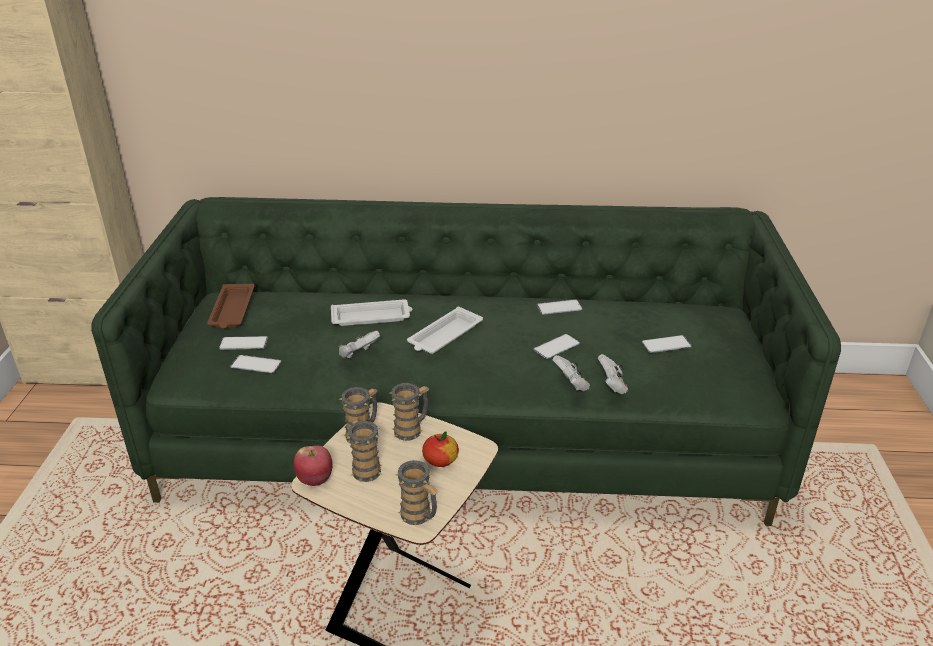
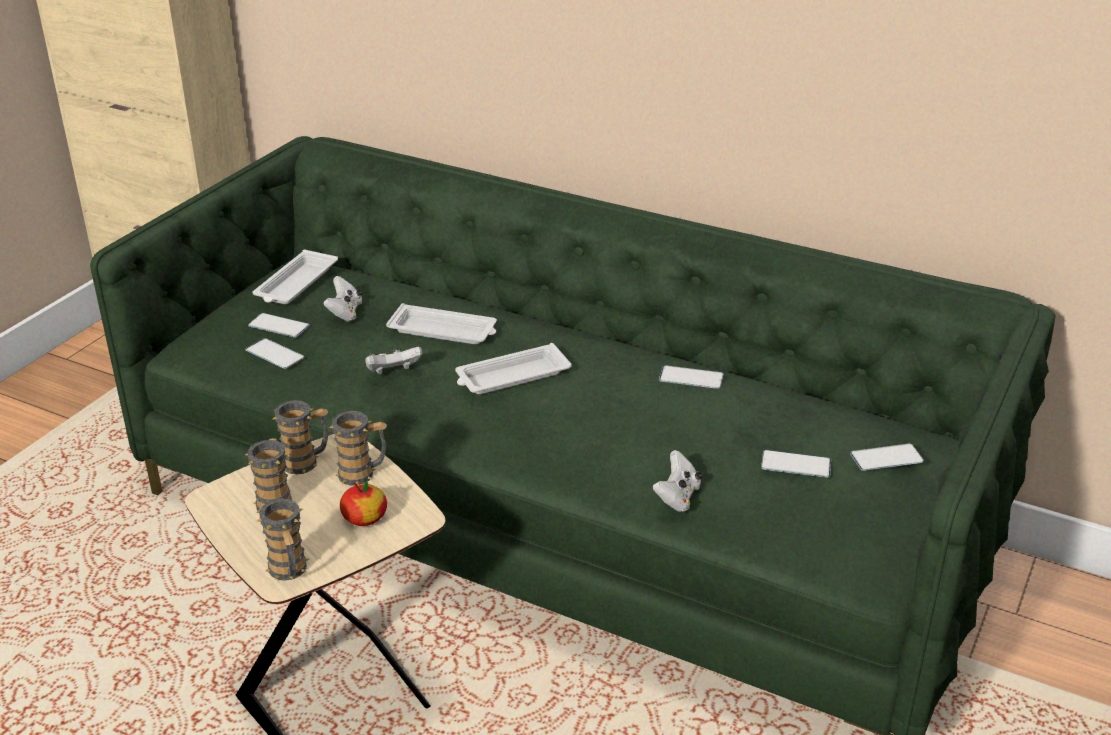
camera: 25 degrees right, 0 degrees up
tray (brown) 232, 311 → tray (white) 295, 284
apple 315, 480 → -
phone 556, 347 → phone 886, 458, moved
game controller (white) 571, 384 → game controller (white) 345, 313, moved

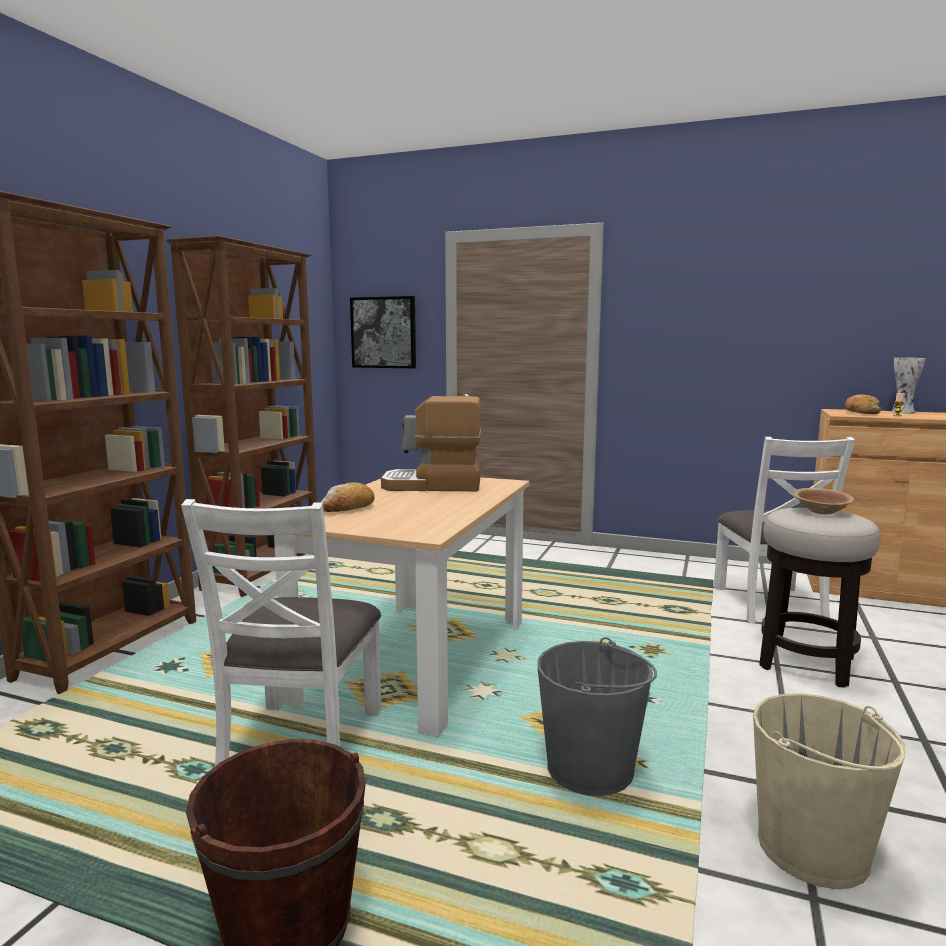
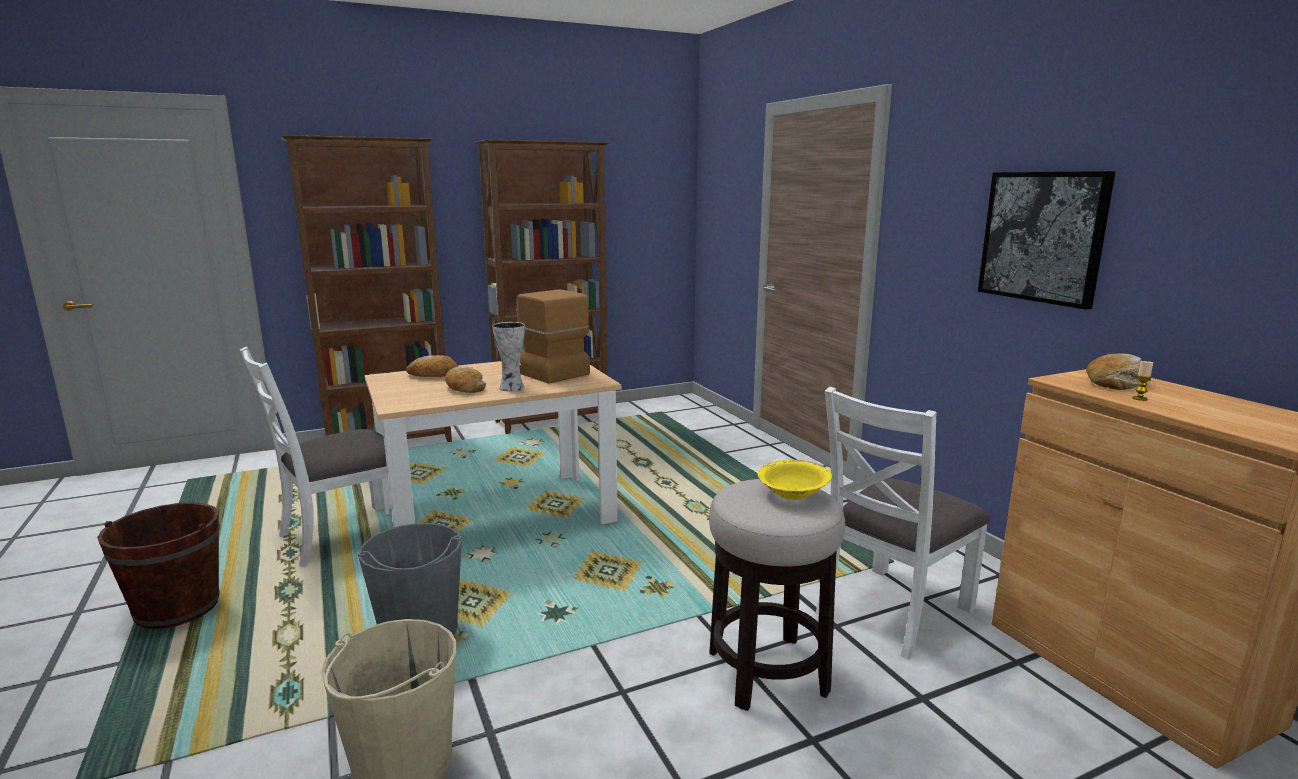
camera: 45 degrees right, 5 degrees up
picture 384, 332 → picture 1043, 237, moved
bowl (brown) 821, 511 → bowl (yellow) 793, 494
vase 904, 412 → vase 511, 388, moved
- → bread 464, 388

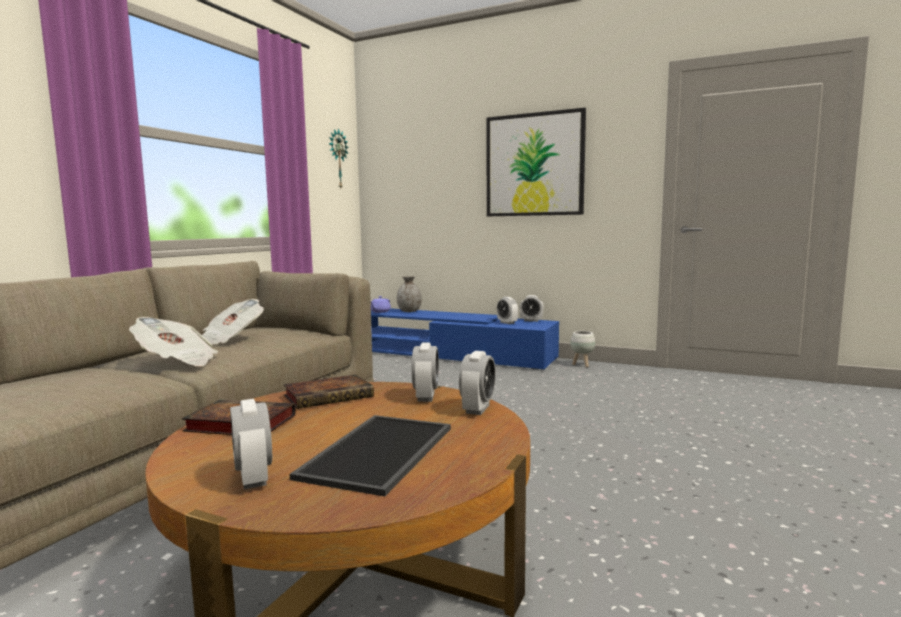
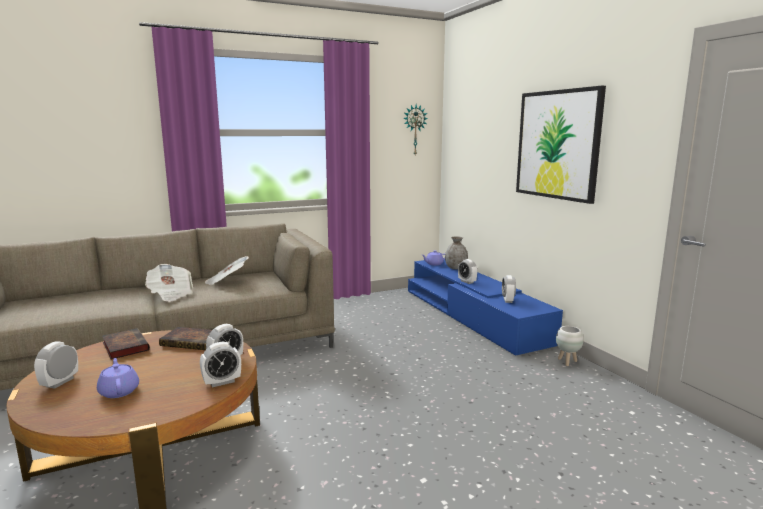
camera: 40 degrees right, 5 degrees up
tray 380, 453 → teapot (purple) 119, 391
alarm clock 531, 320 → alarm clock 467, 282, moved

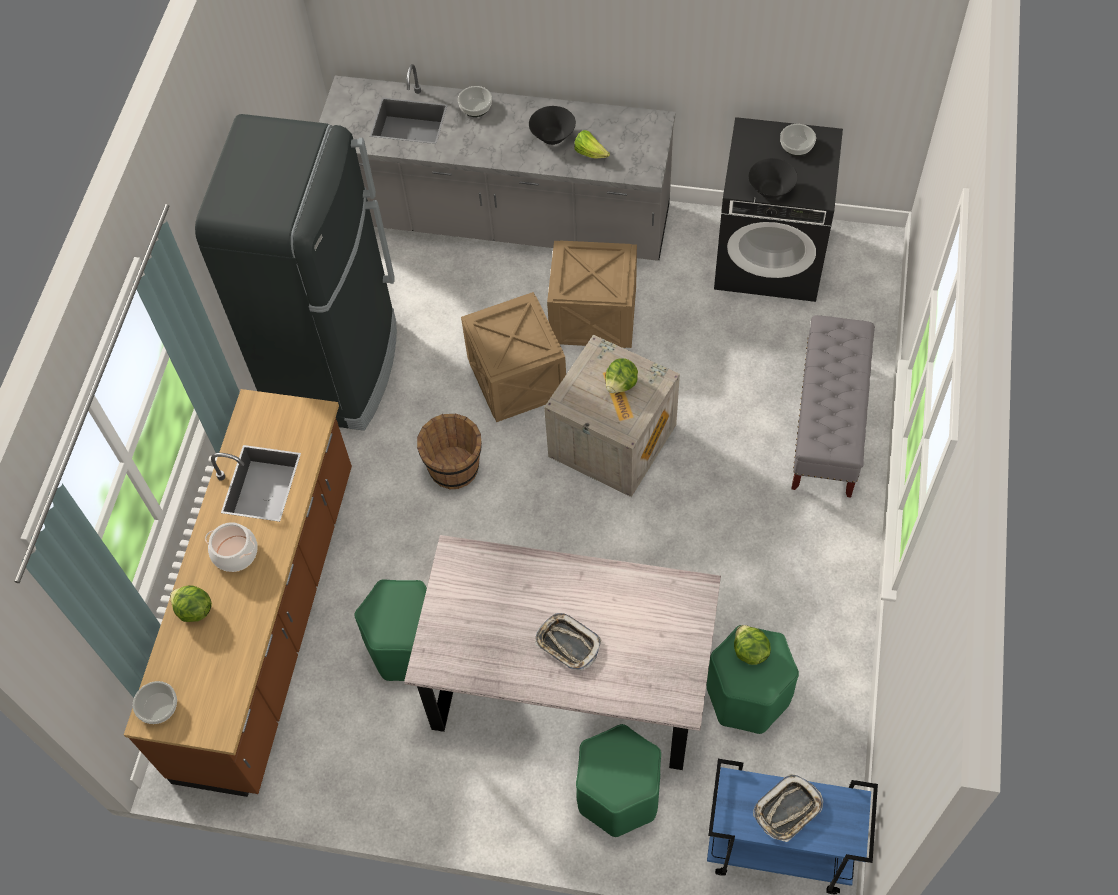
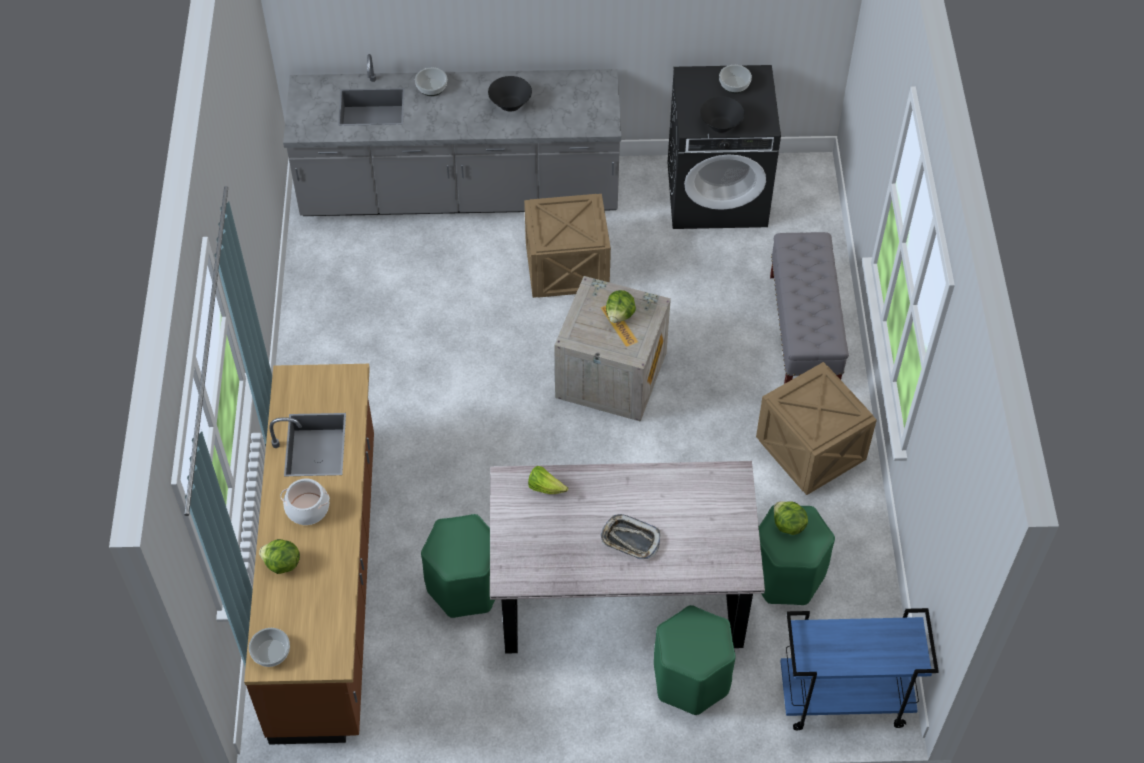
camera: 15 degrees left, 5 degrees down
fridge (black) 336, 368 → -
bucket (brown) 454, 469 → -
crate 516, 377 → crate 809, 448, moved
lettuce 590, 153 → lettuce 545, 487, moved
tray 788, 810 → -

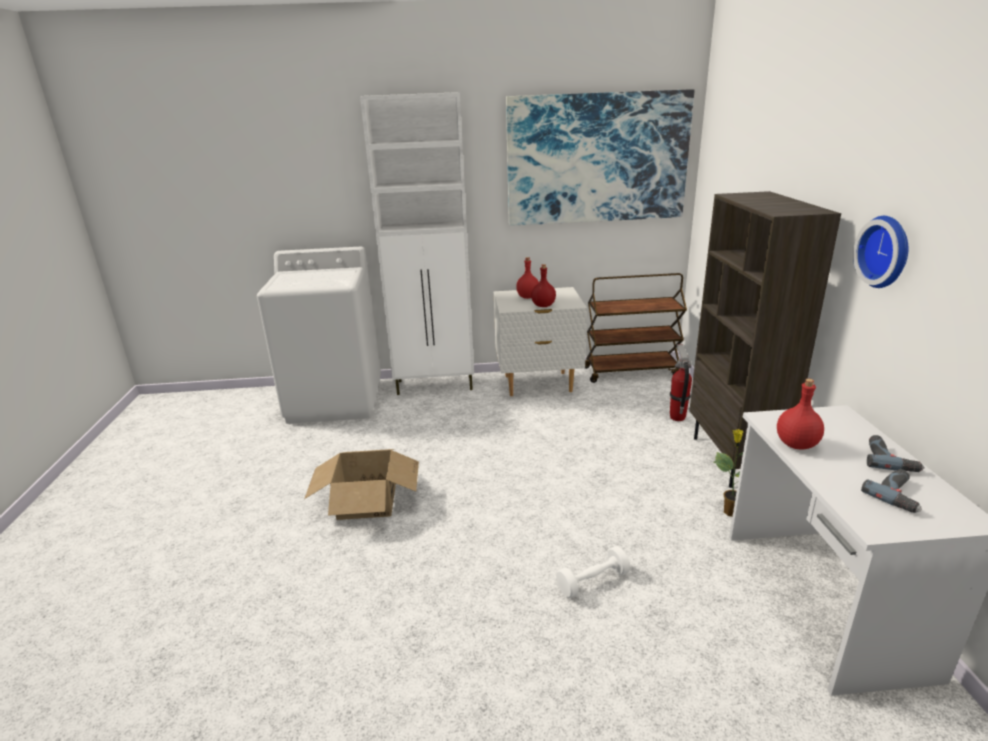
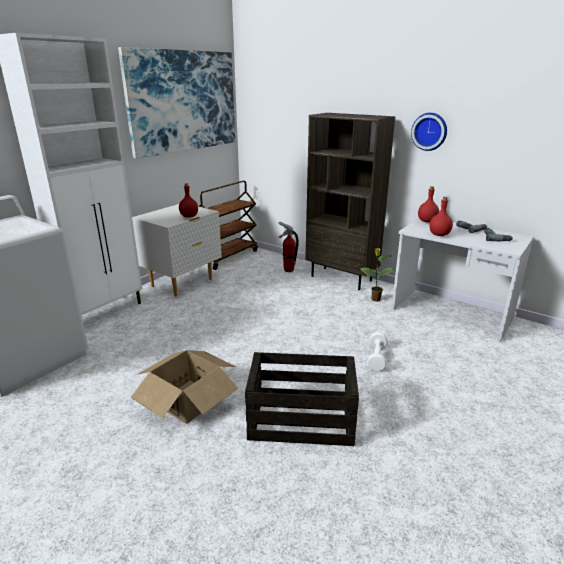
camera: 50 degrees left, 0 degrees up
bottle (red) 527, 297 → bottle (red) 427, 221, moved
- → crate 302, 420

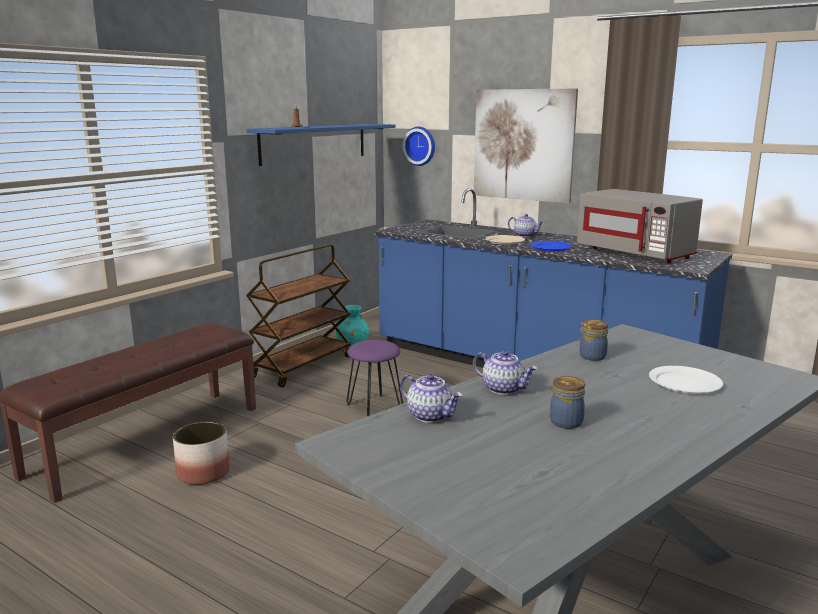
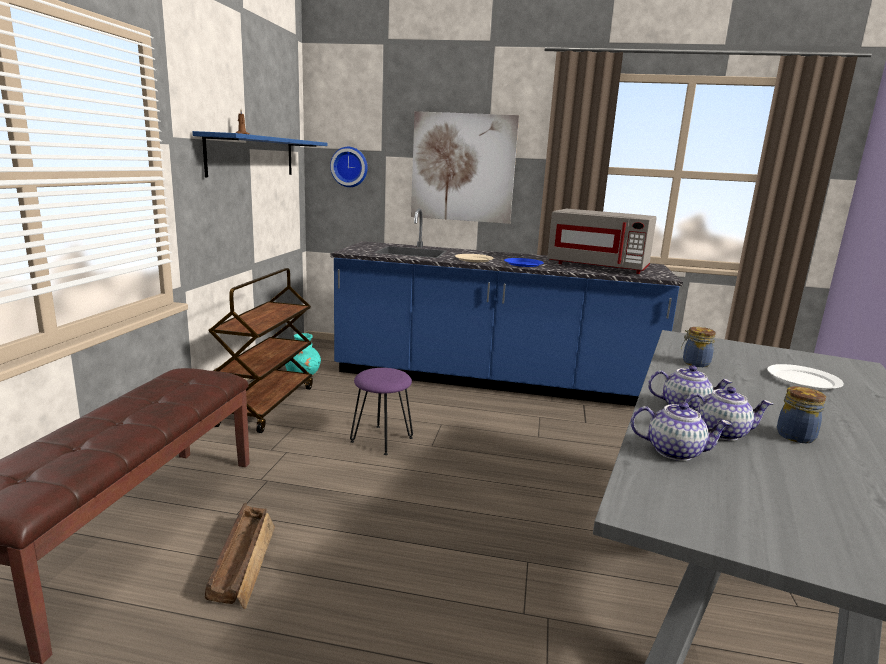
camera: 25 degrees left, 0 degrees up
planter 203, 473 → crate 244, 561
teapot 525, 235 → teapot 721, 432, moved

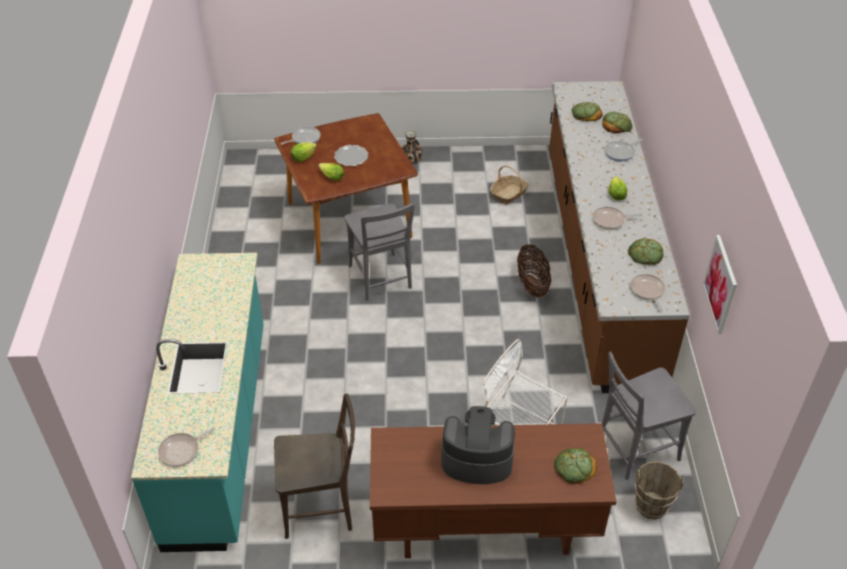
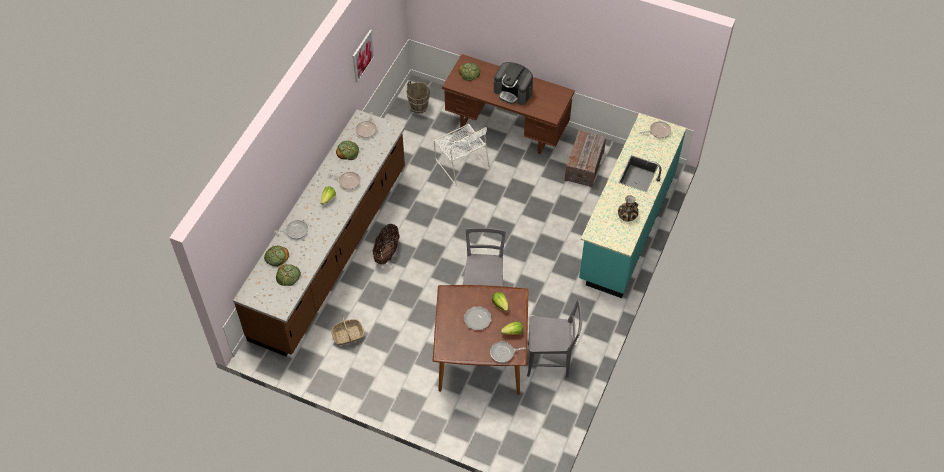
camera: 155 degrees left, 10 degrees up
chair (brown) 322, 508 → crate 584, 165
vase 411, 158 → vase 627, 215, moved
chair (grey) 634, 449 → chair (grey) 551, 361, moved

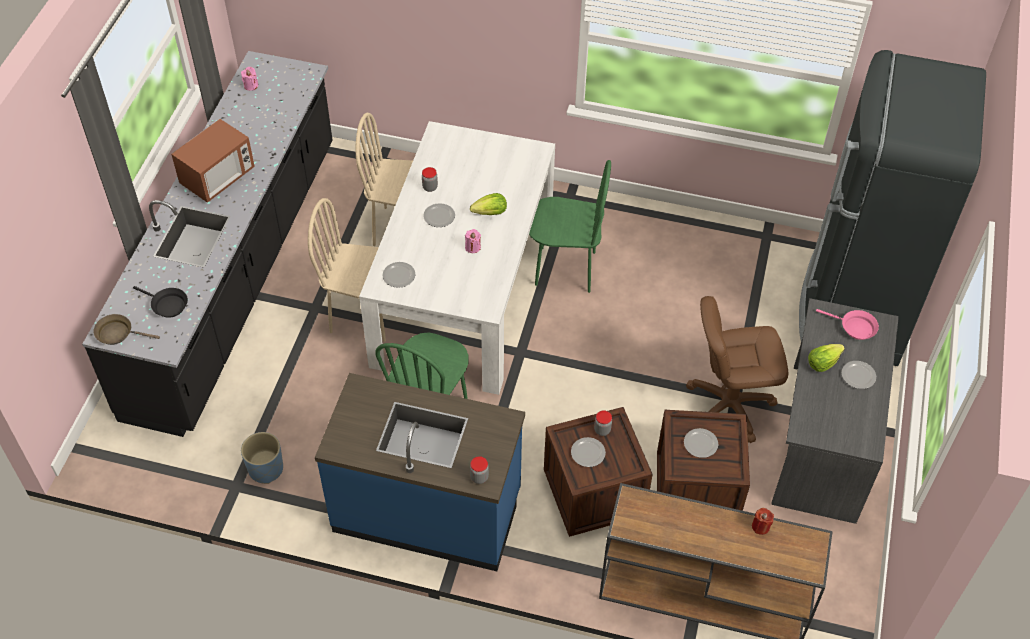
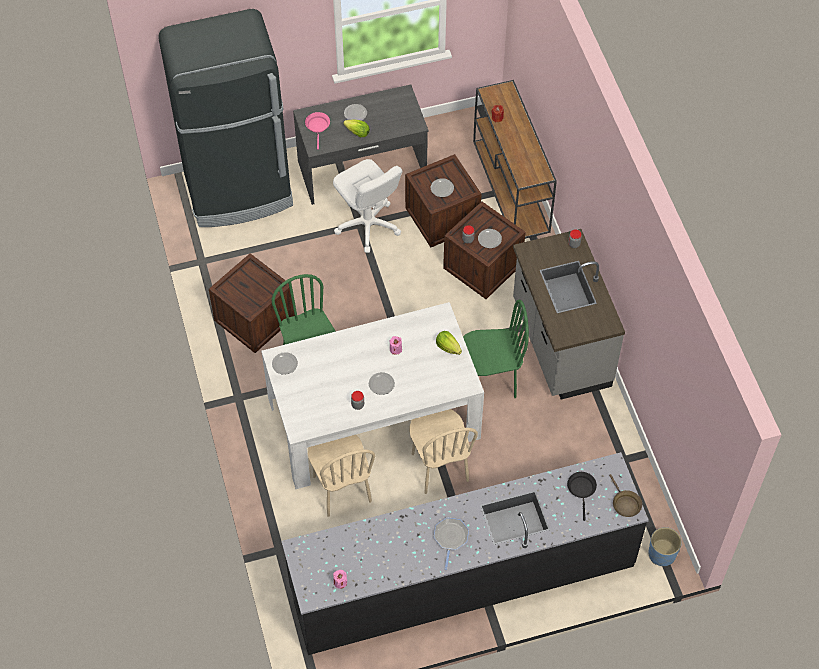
camera: 120 degrees left, 5 degrees up
microwave 218, 178 → frying pan 450, 538
planter (blue) 266, 469 → planter (blue) 662, 554, moved
counter (blue) 427, 510 → counter (grey) 559, 344
plate 399, 276 → plate 285, 363, moved
lettuce 490, 213 → lettuce 448, 347, moved
office chair (brown) 729, 405 → office chair (white) 367, 225
- → crate 255, 318

